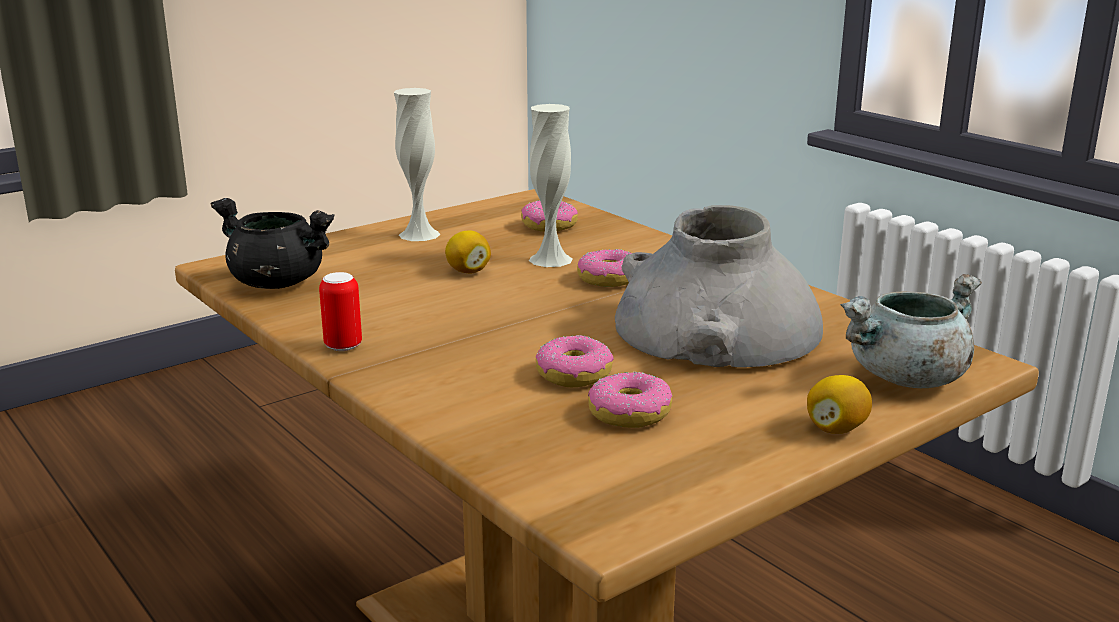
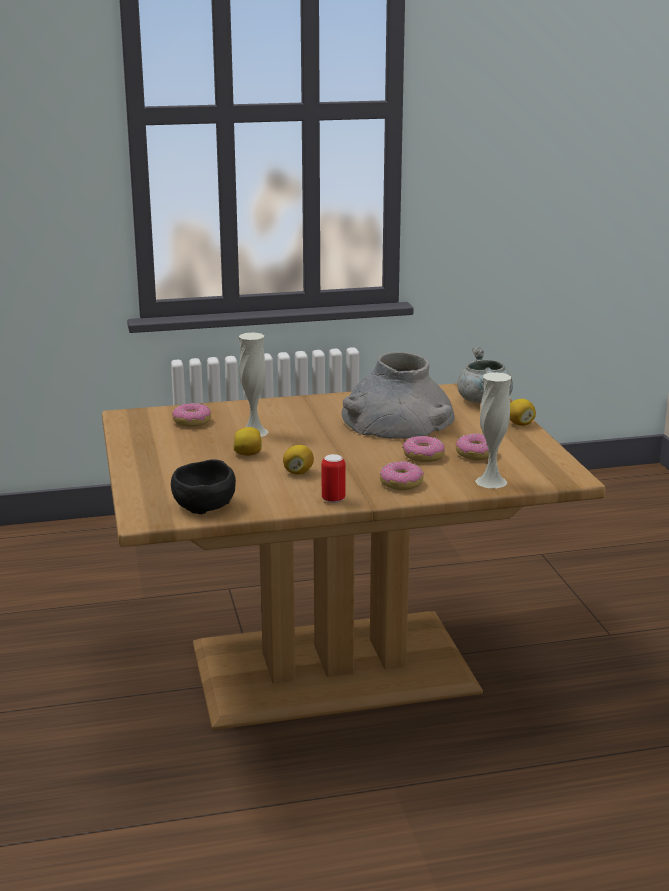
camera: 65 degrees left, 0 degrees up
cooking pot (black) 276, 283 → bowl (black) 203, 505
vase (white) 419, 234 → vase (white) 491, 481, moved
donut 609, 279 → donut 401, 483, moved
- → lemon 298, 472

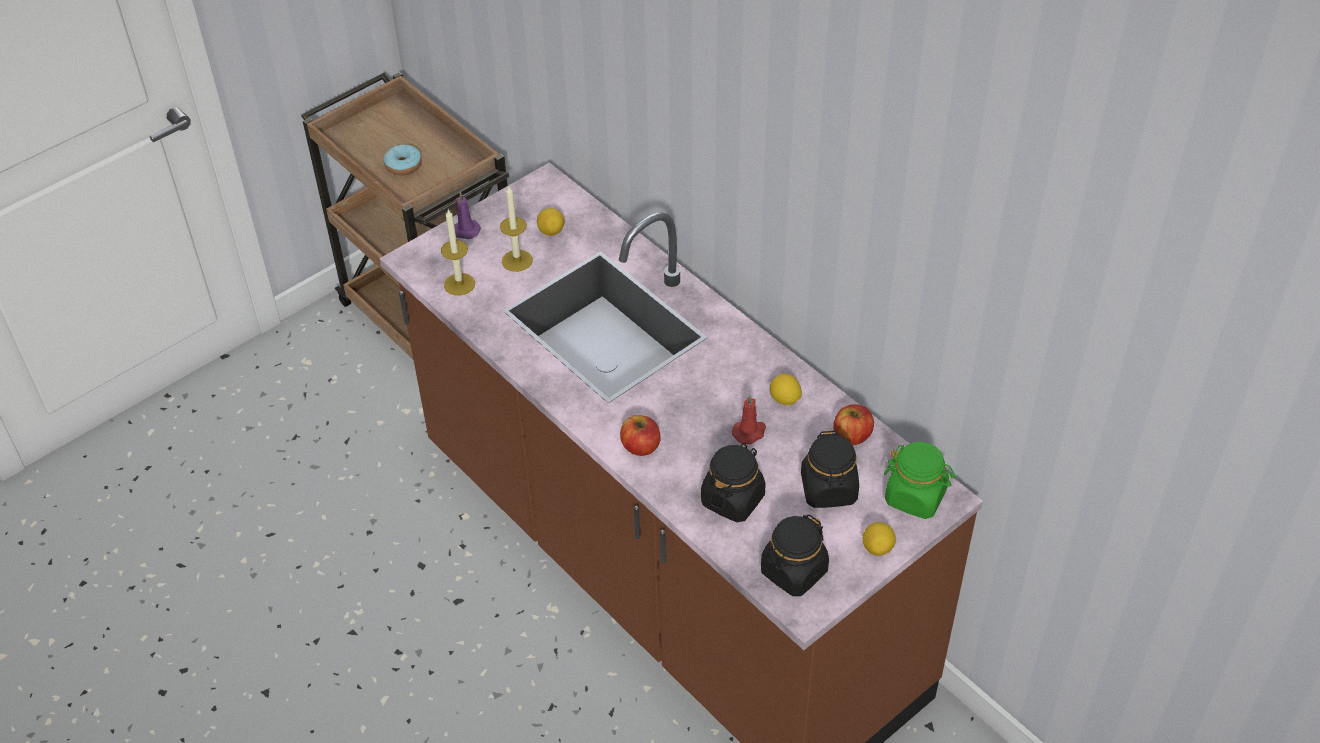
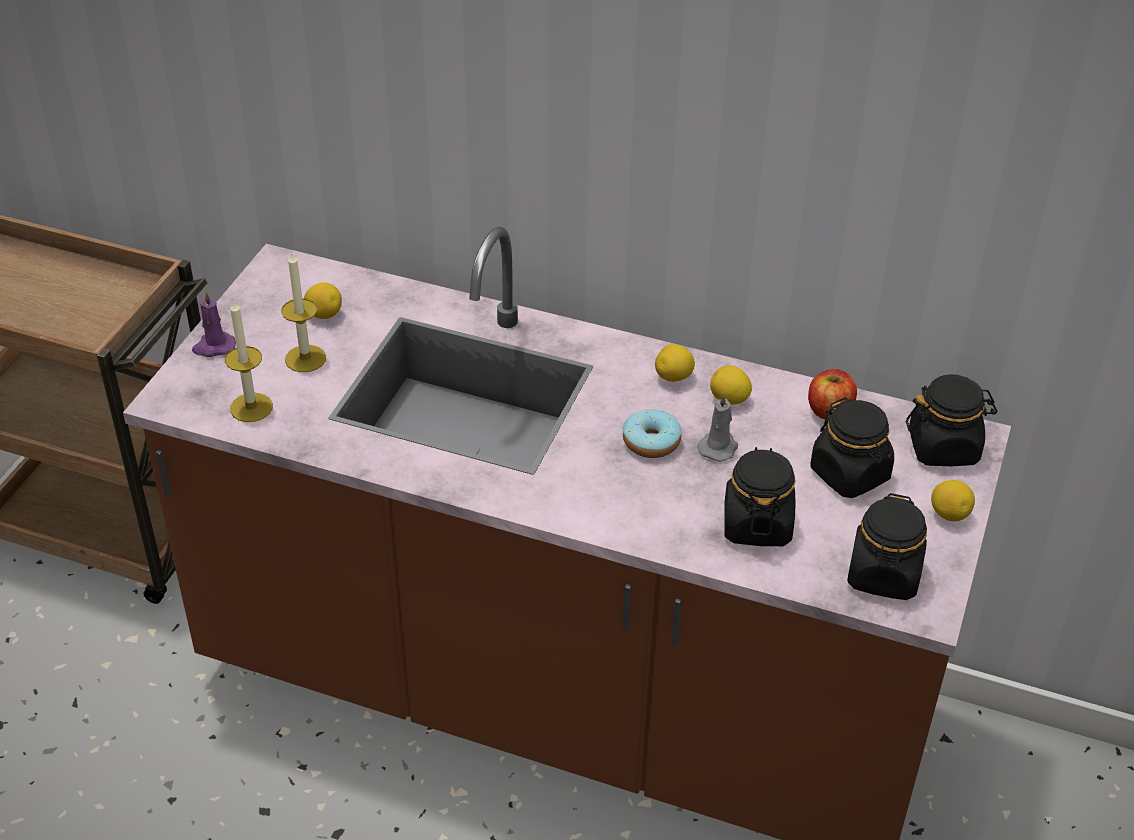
camera: 30 degrees left, 5 degrees down
donut 403, 165 → donut 651, 442, moved
apple 640, 446 → -
candle (red) 750, 432 → candle (grey) 718, 447
jar (green) 915, 497 → jar (black) 943, 447
- → lemon 674, 377

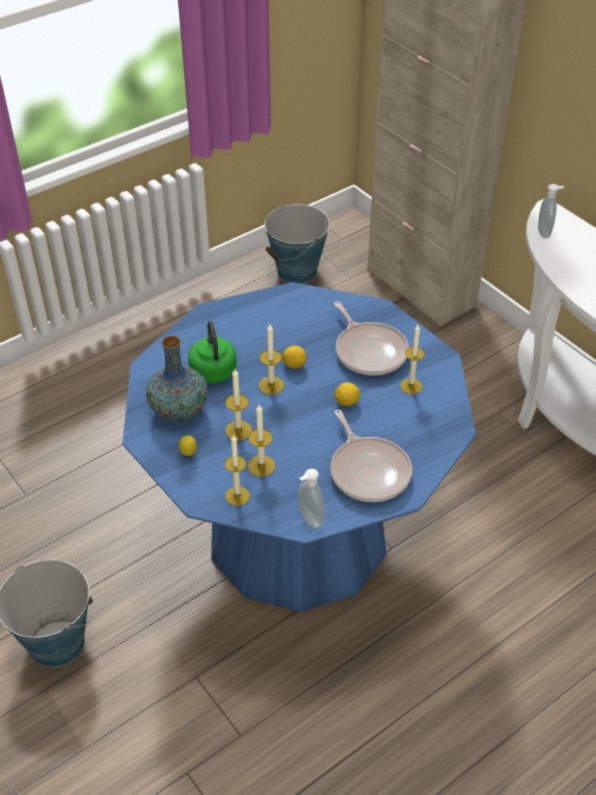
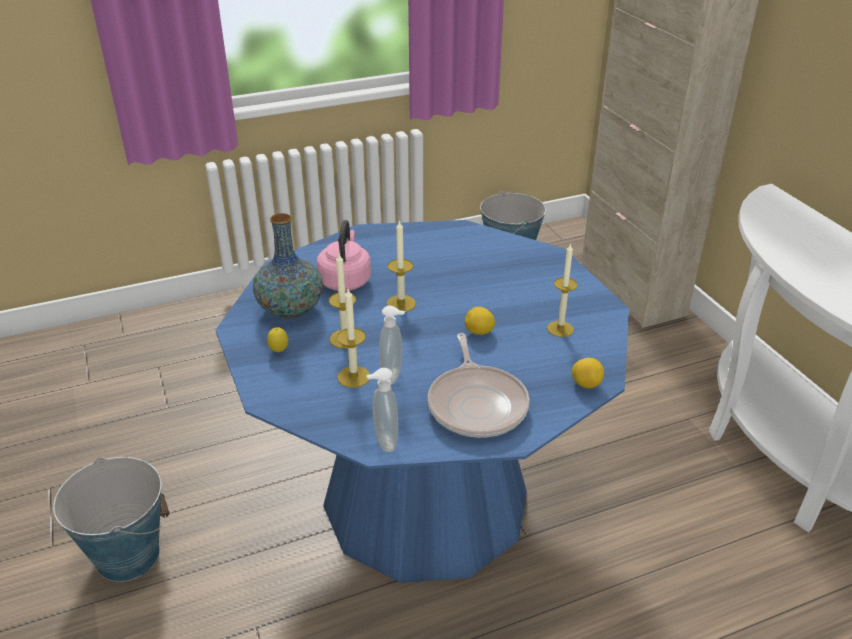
camera: 15 degrees right, 10 degrees down
kettle (green) 213, 369 → kettle (pink) 345, 280
candle 237, 496 → -
lemon 294, 365 → lemon 586, 384, moved
frying pan 369, 351 → -
soap dispenser 545, 232 → soap dispenser 393, 376, moved

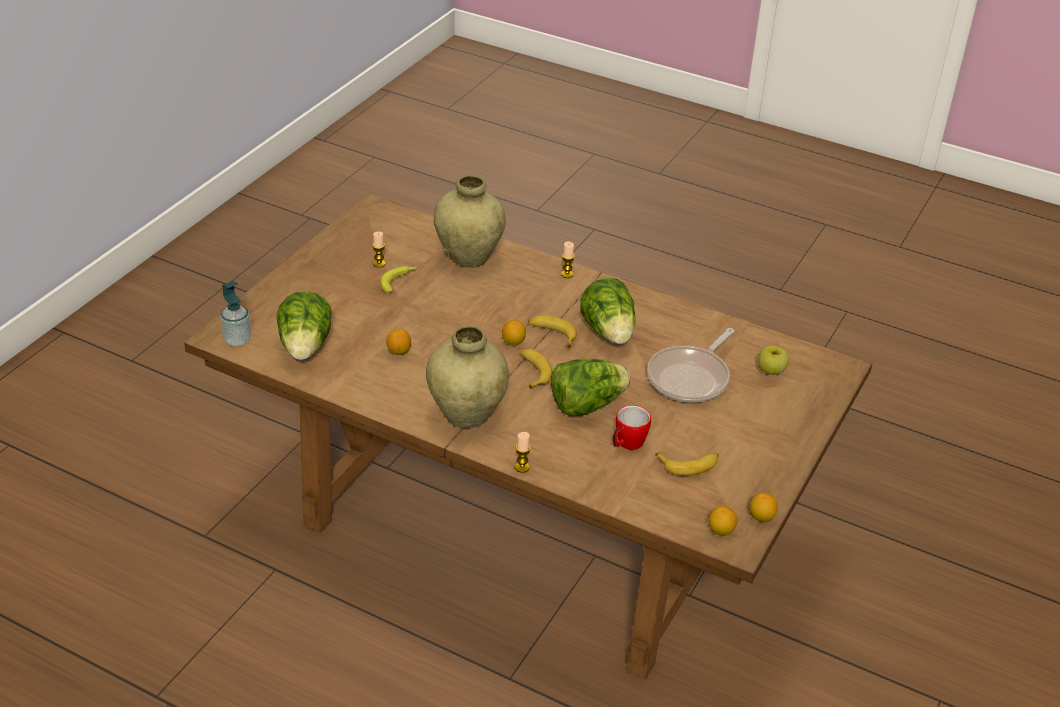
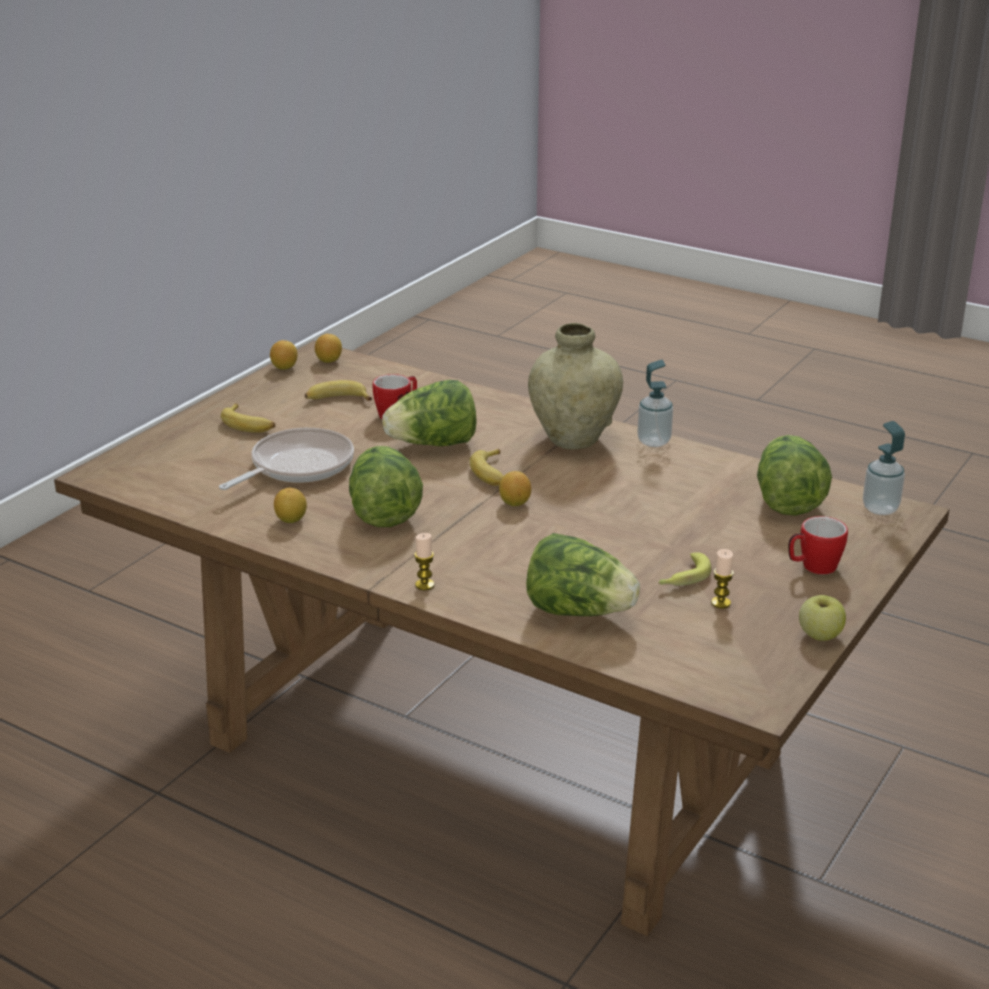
camera: 175 degrees left, 10 degrees down
lemon 398, 351 → lemon 291, 520, moved
vase (beige) 469, 257 → lettuce 578, 611
candle 522, 467 → -
banana 552, 334 → banana 249, 424, moved
apple 771, 371 → apple 820, 635, moved
- → soap dispenser 653, 441
- → mug 813, 567

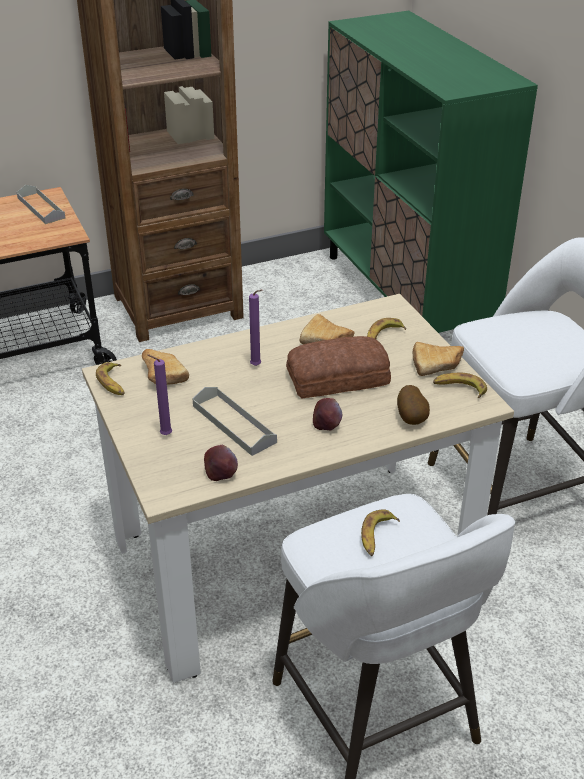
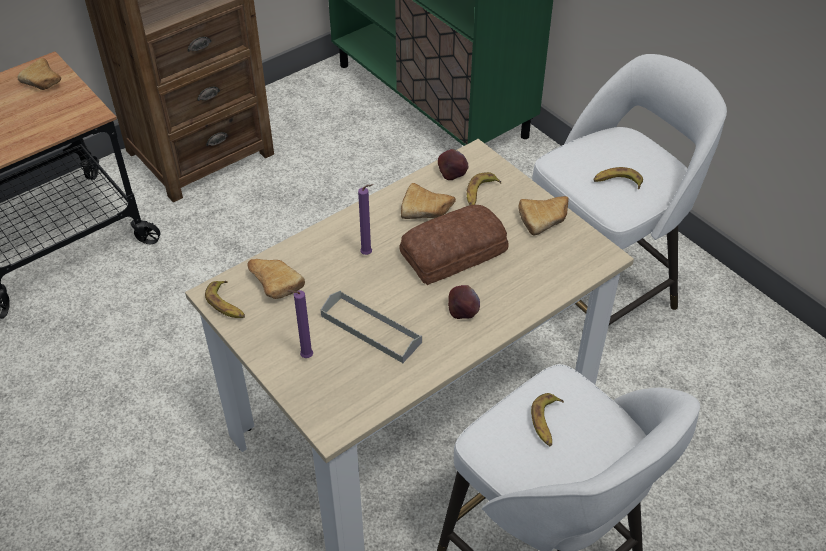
camera: 15 degrees left, 10 degrees up
tray (grey) 41, 208 → bread 44, 83
apple 221, 474 → apple 453, 173, moved
potato 412, 419 → -
banana 459, 389 → banana 617, 182, moved

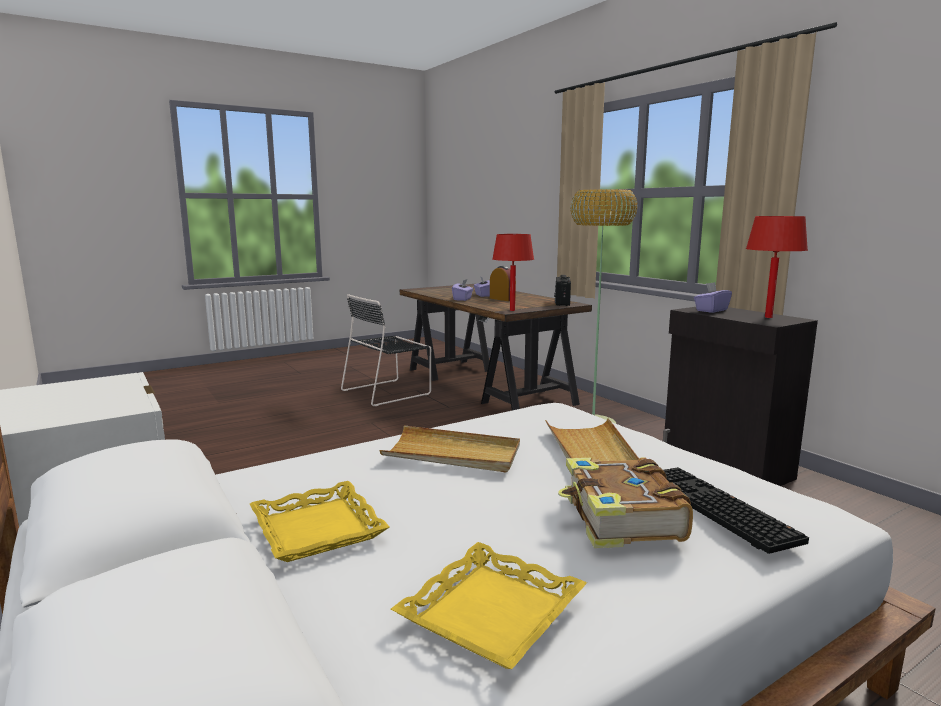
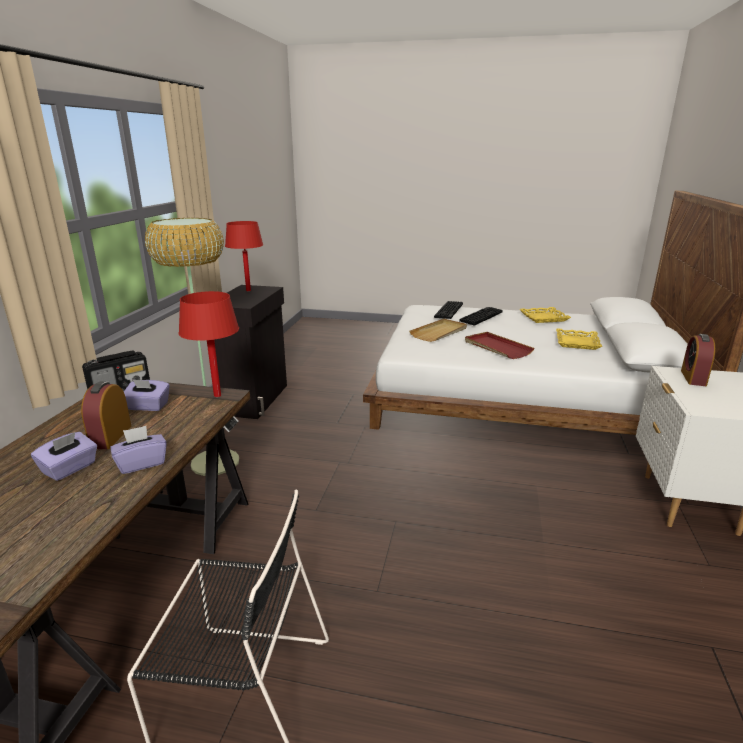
camera: 135 degrees left, 10 degrees up
tray (beige) 452, 454 → tray (red) 497, 347
book 620, 519 → keyboard 480, 316
tissue box (purple) 711, 310 → tissue box (purple) 148, 406, moved
- → alarm clock 693, 378

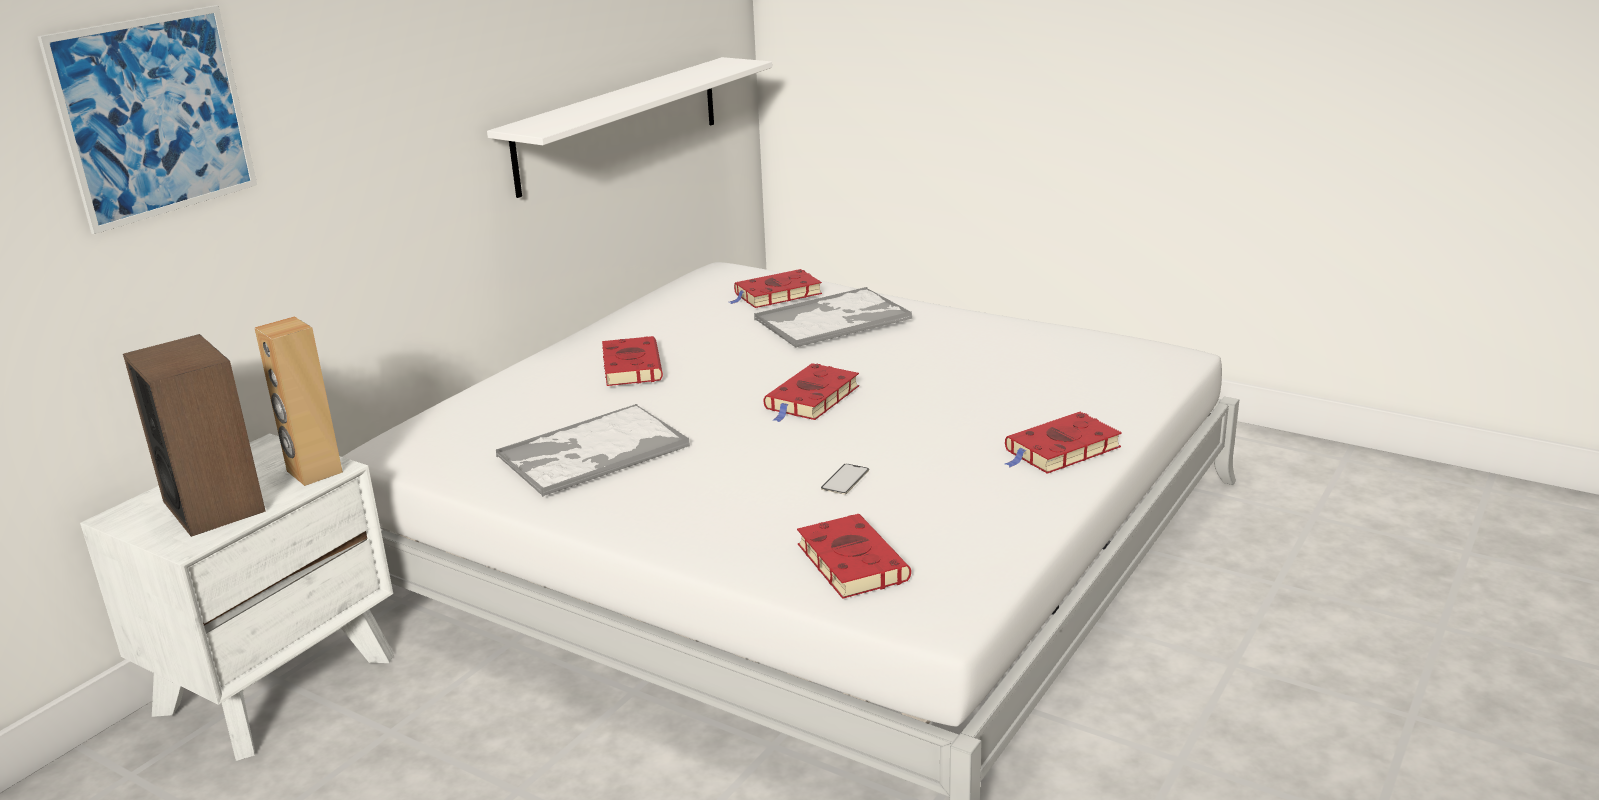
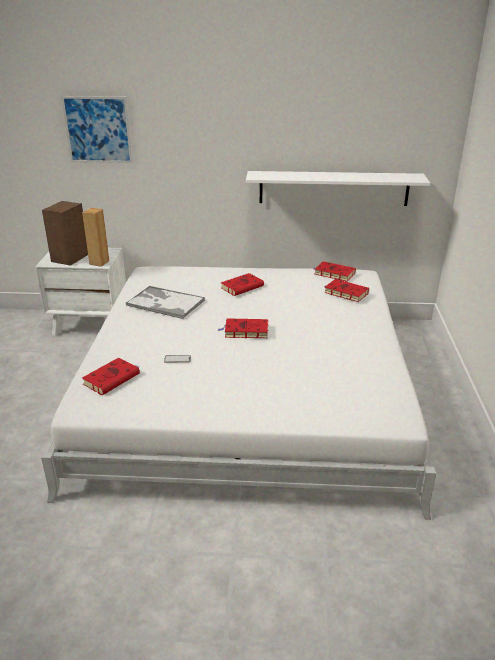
camera: 60 degrees right, 5 degrees up
tray 834, 319 → -
book (red) 1060, 450 → book (red) 333, 273, moved

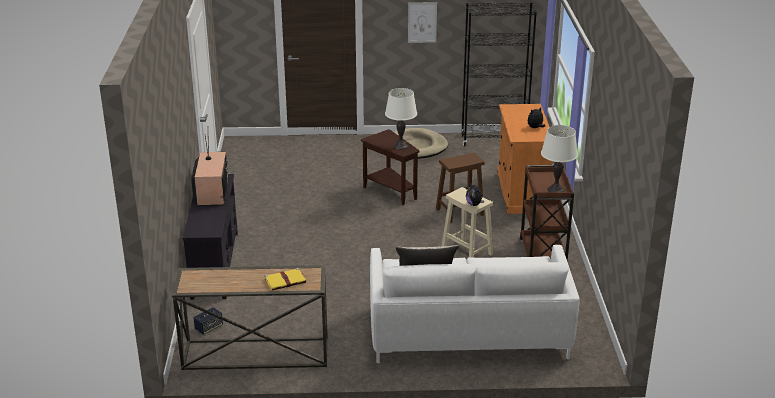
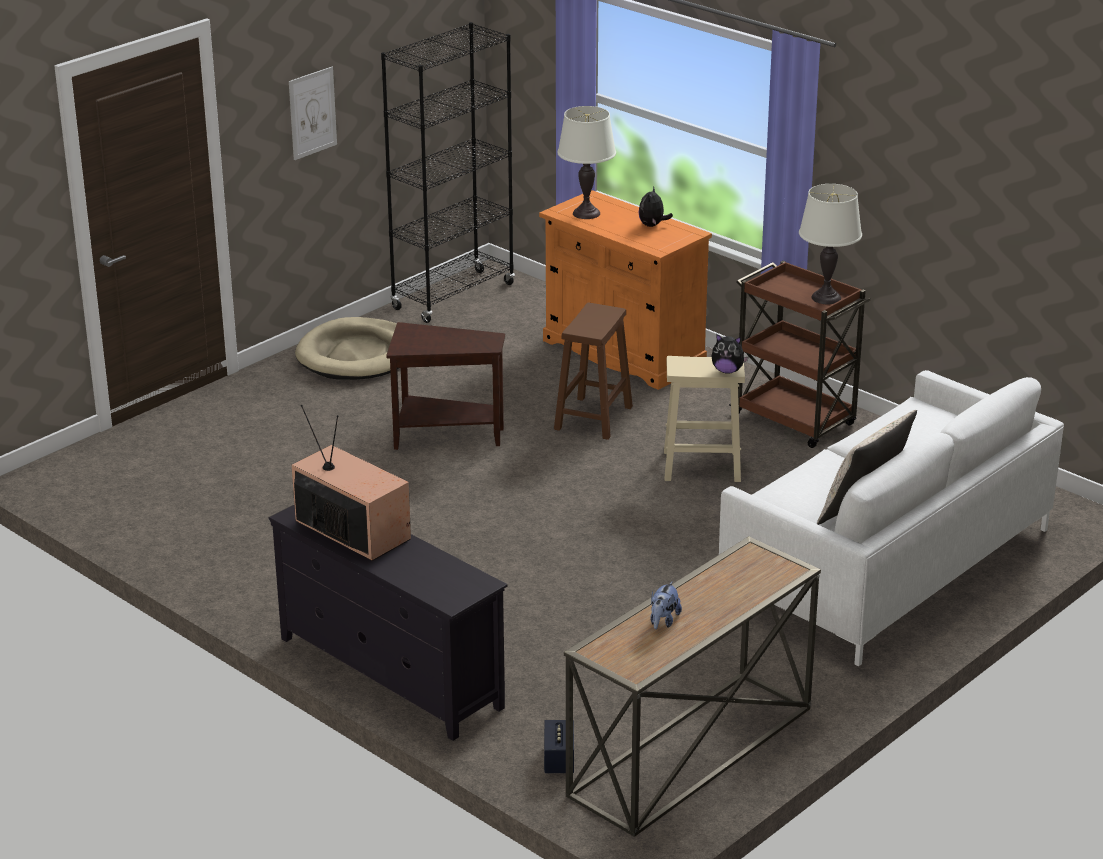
camera: 45 degrees left, 0 degrees up
book (yellow) 286, 281 → -
table lamp (white) 400, 146 → table lamp (white) 586, 213, moved
- → plush toy 663, 621

